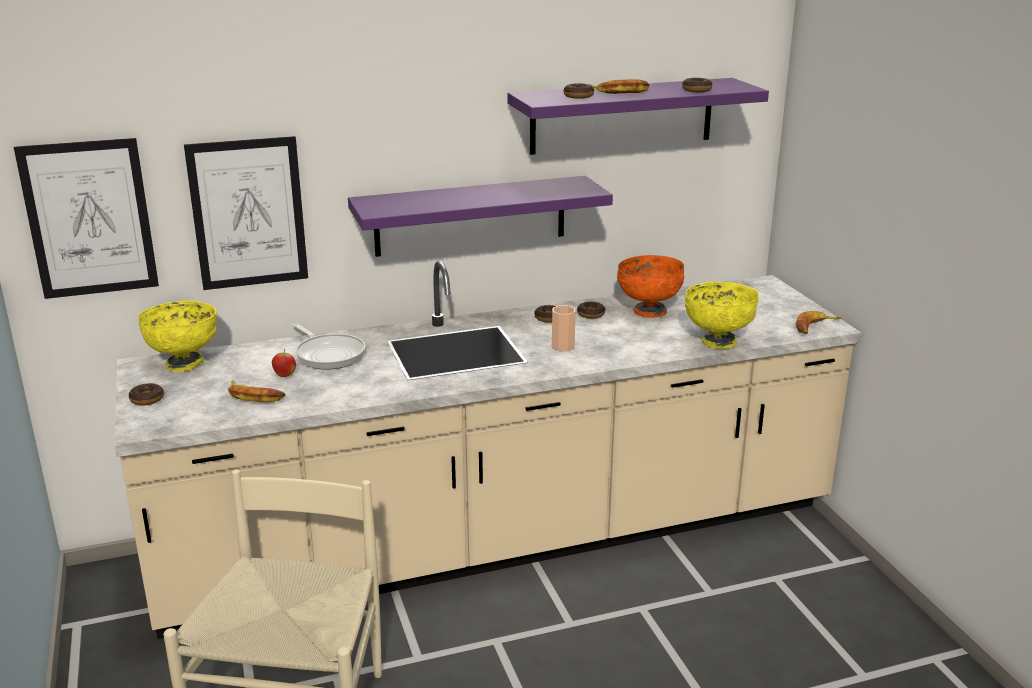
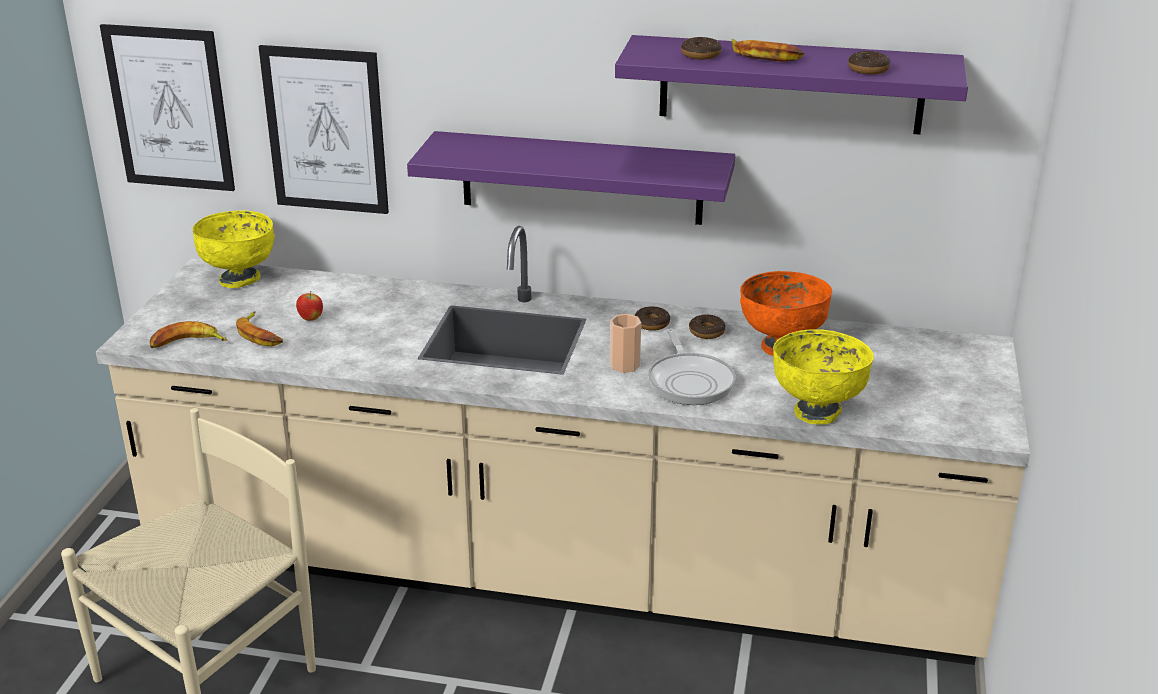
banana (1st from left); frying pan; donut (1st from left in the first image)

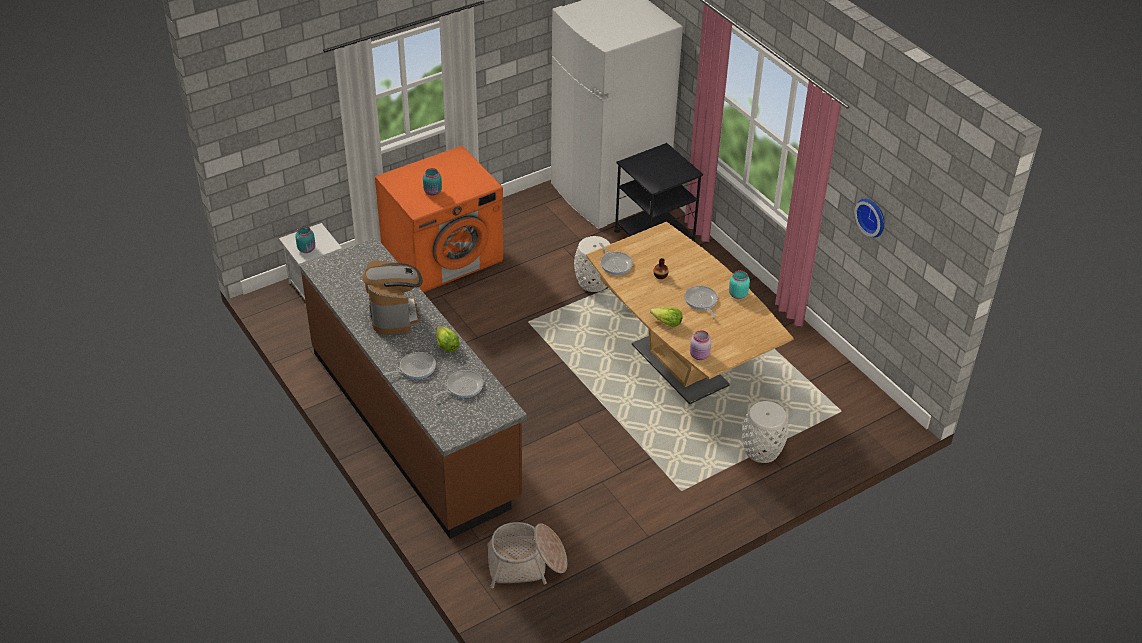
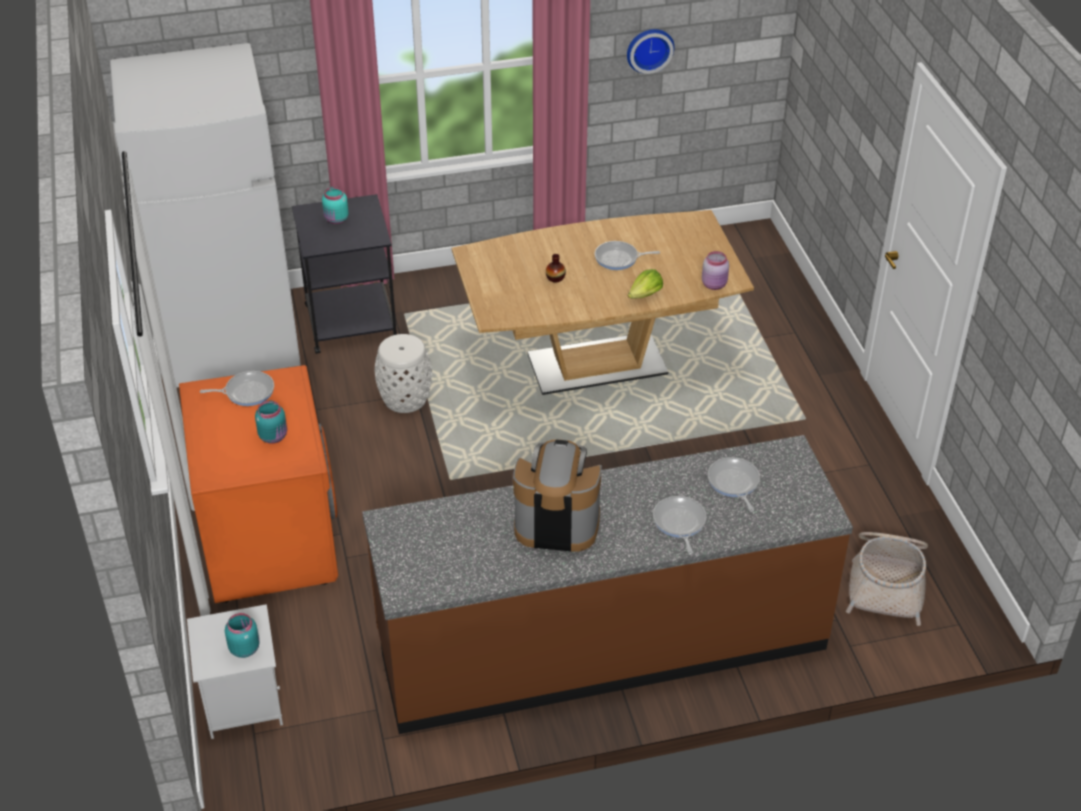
frying pan (1st from left); turquoise jar (3rd from left); lettuce (1st from left in the first image); white stool (2nd from left in the first image)

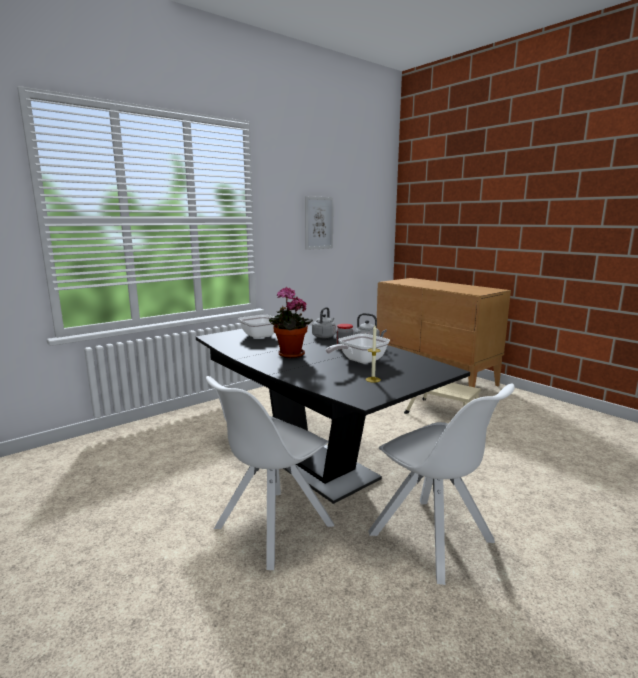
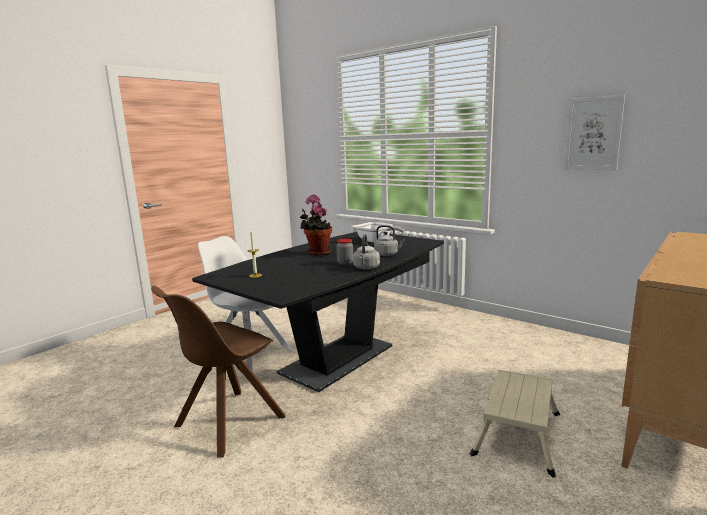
frying pan (2nd from left in the first image); brown chair

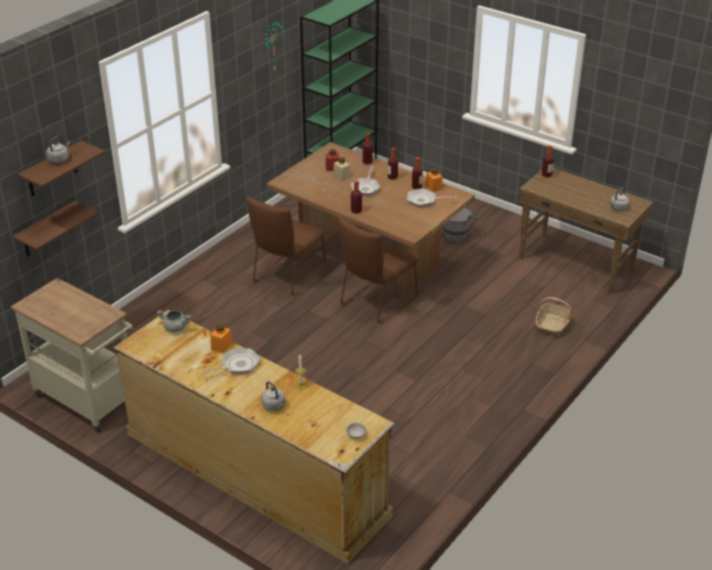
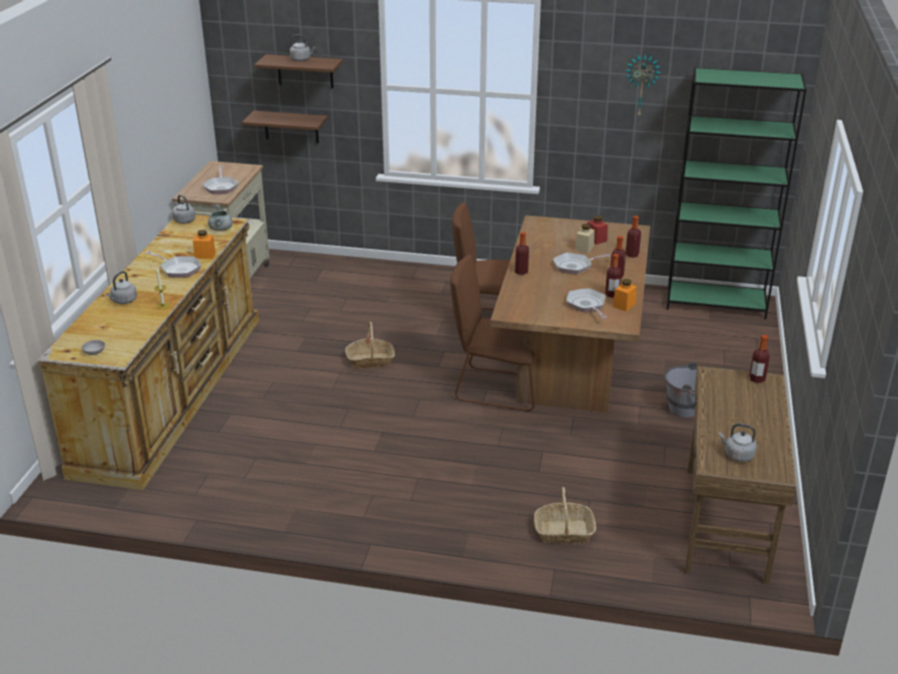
frying pan (2nd from left); grey kettle (2nd from left); basket (1st from left)

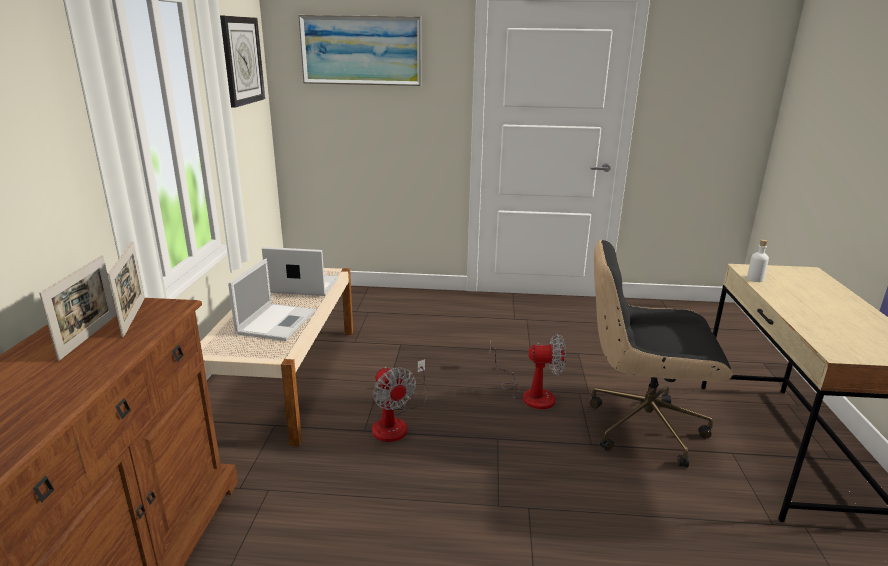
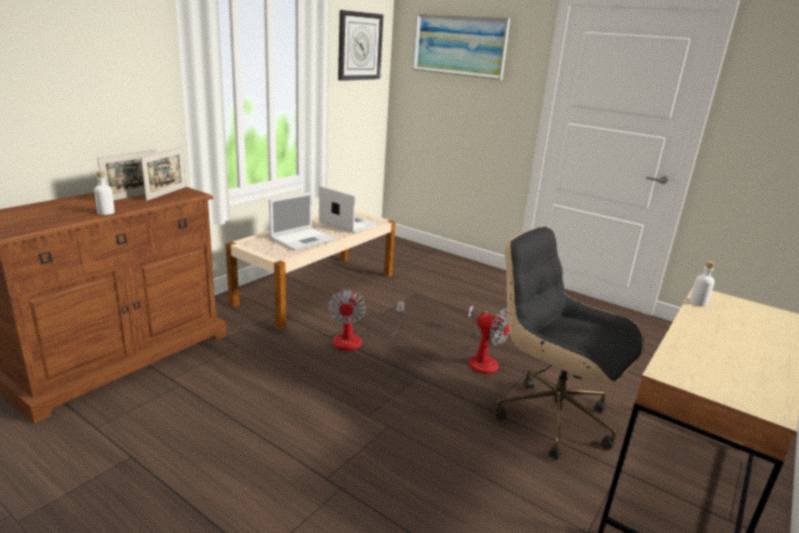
white bottle (1st from left)

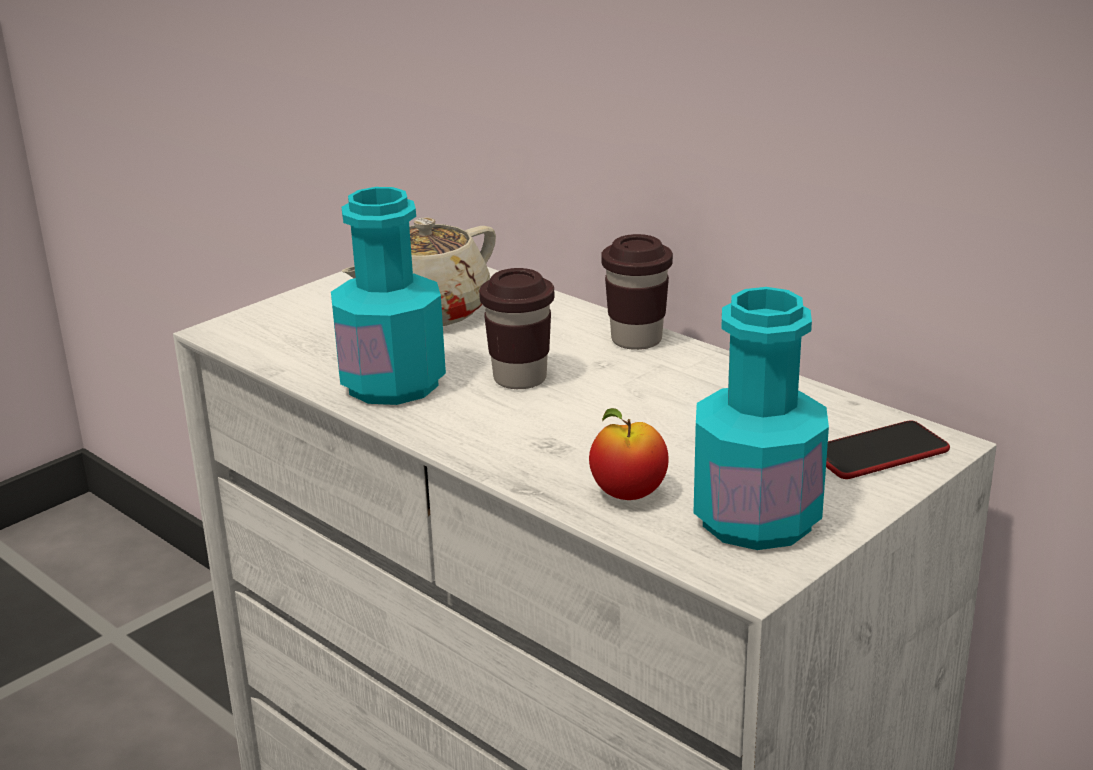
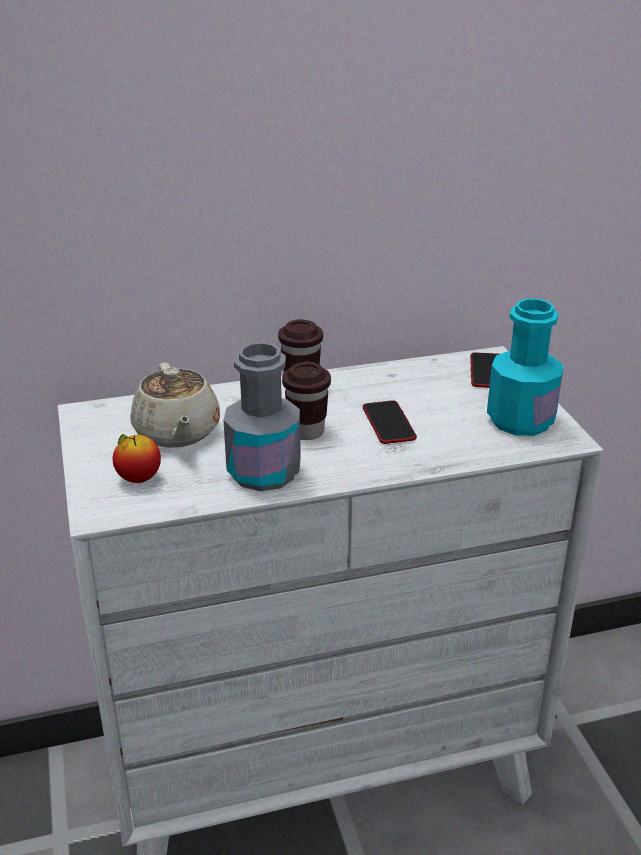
grey bottle; apple; phone (1st from left)

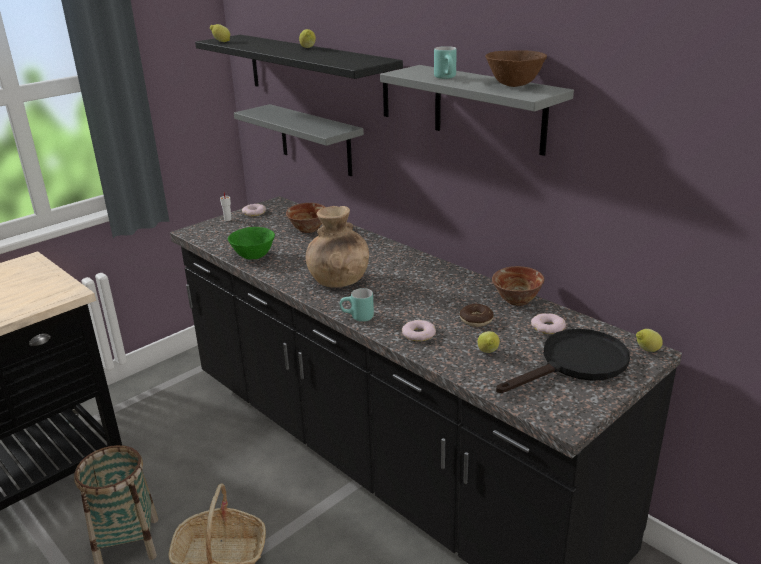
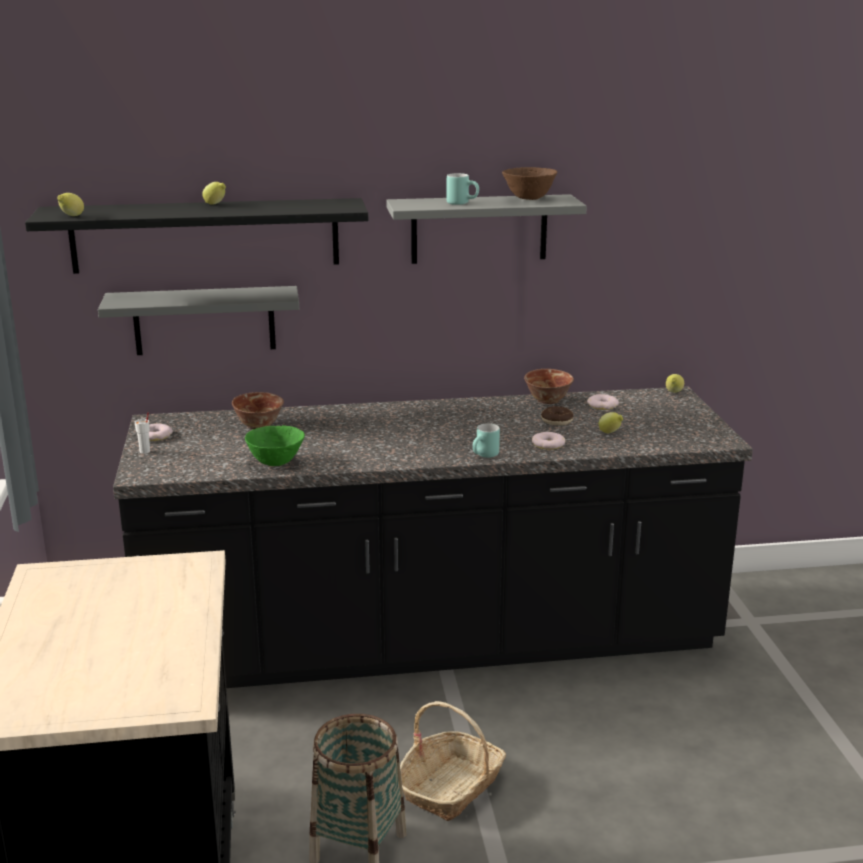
brown vase; black frying pan

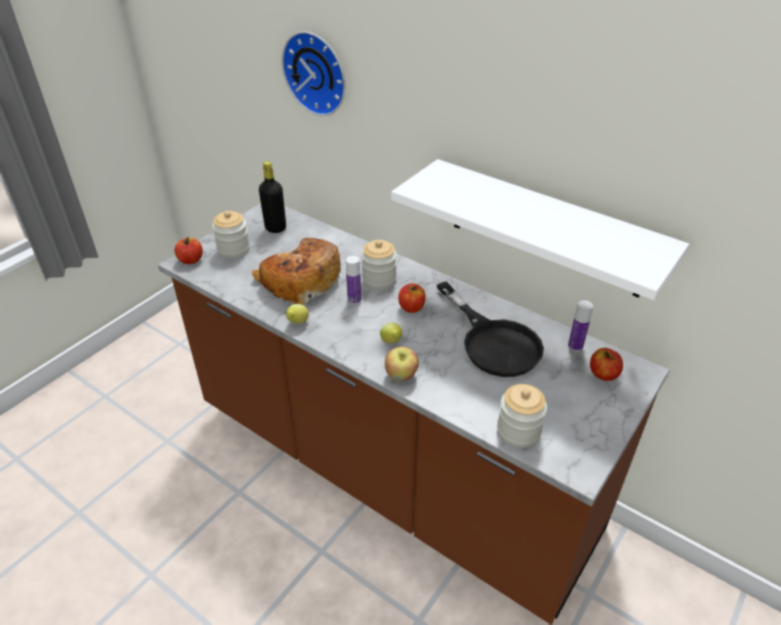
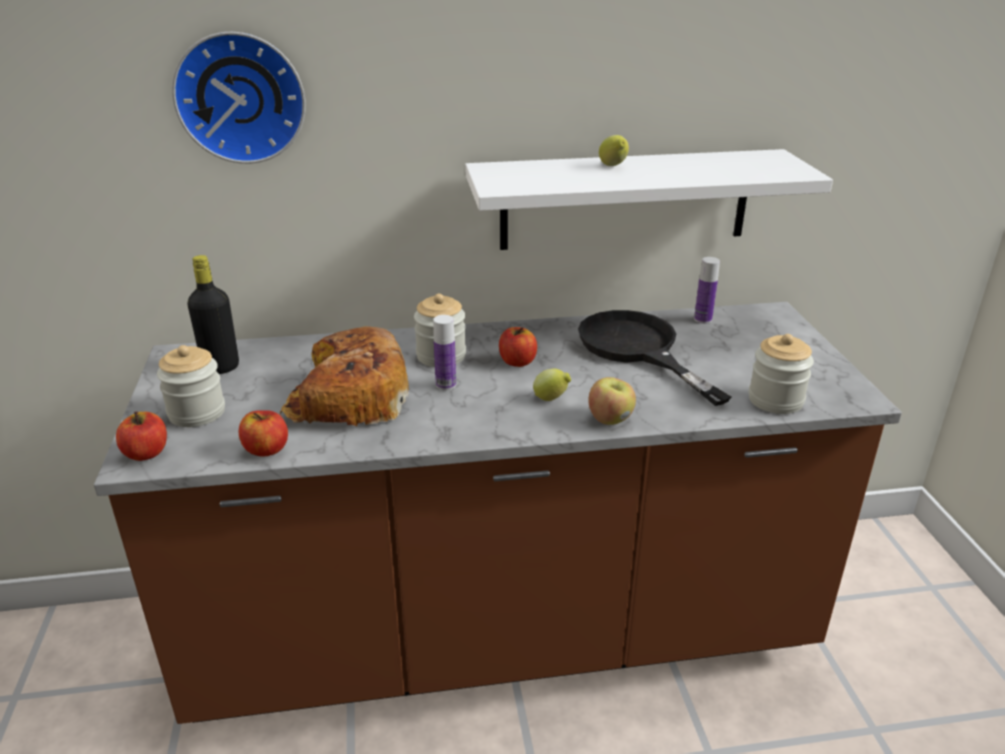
black frying pan; lemon (2nd from left); apple (2nd from left)

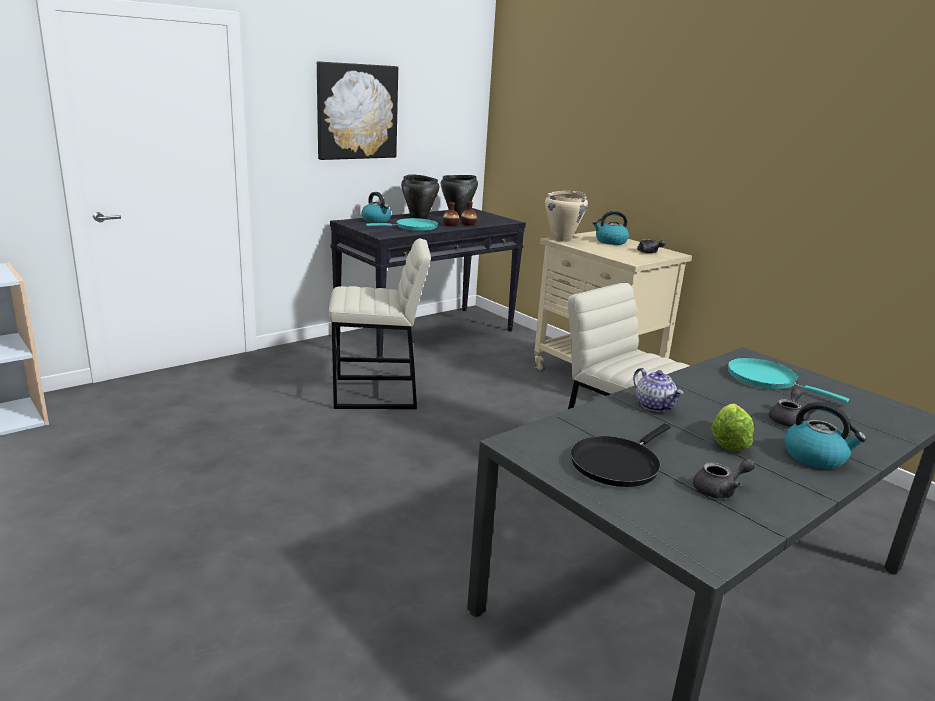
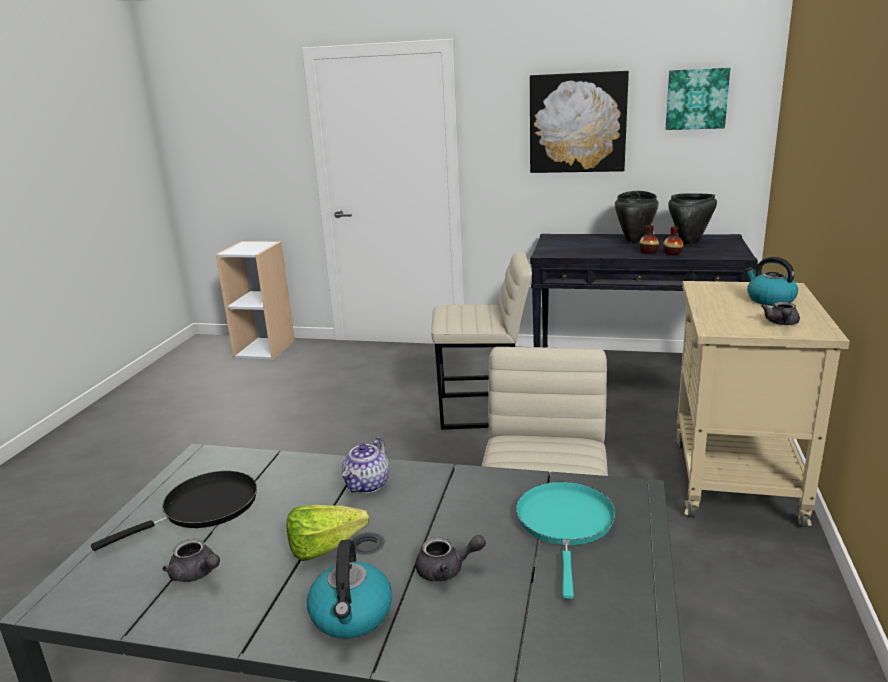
beige cooking pot; kettle (1st from left in the first image); turquoise frying pan (1st from left in the first image); beige chair (1st from left); black frying pan; picture (2nd from left)

